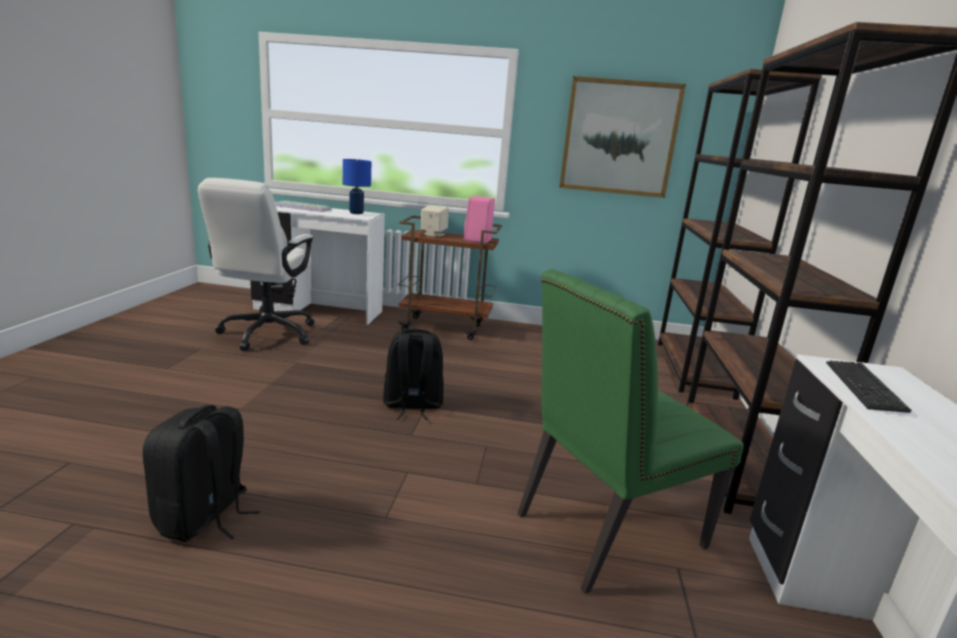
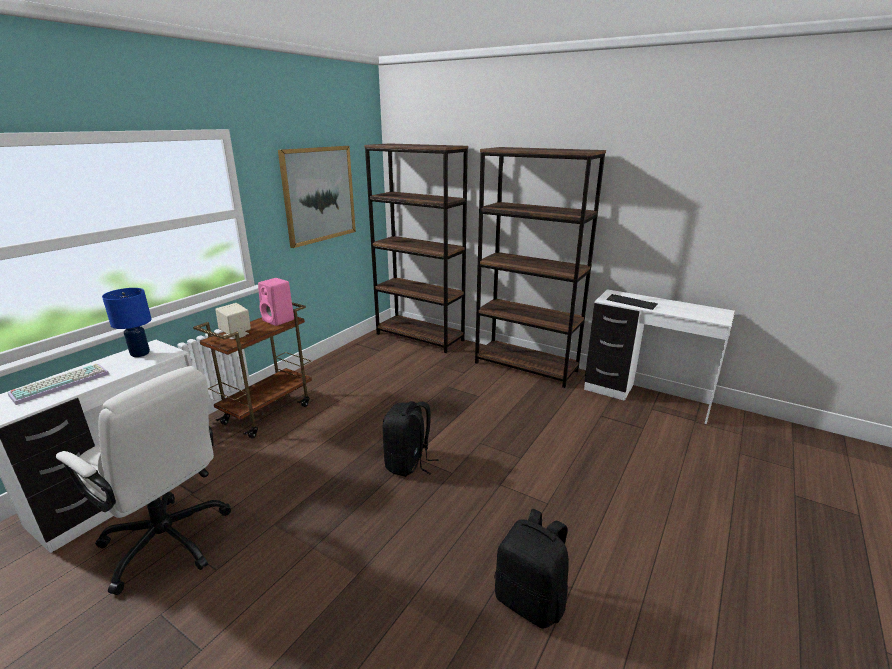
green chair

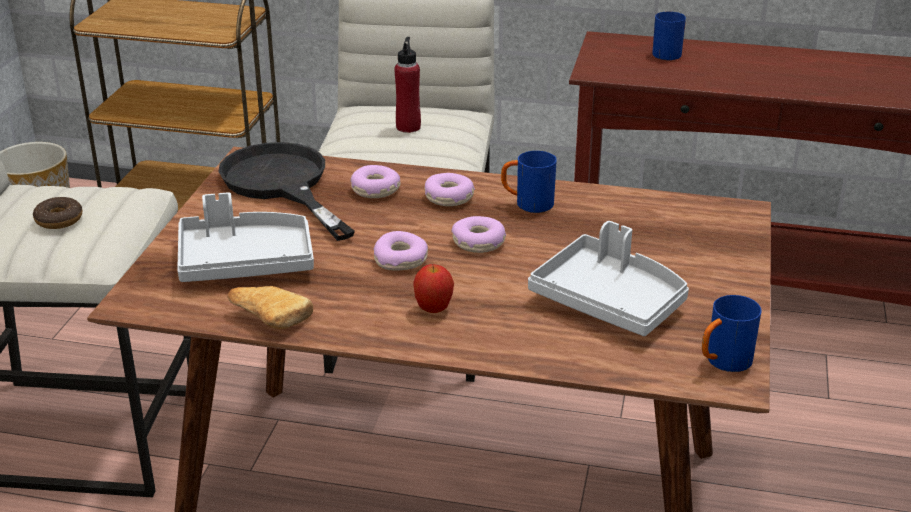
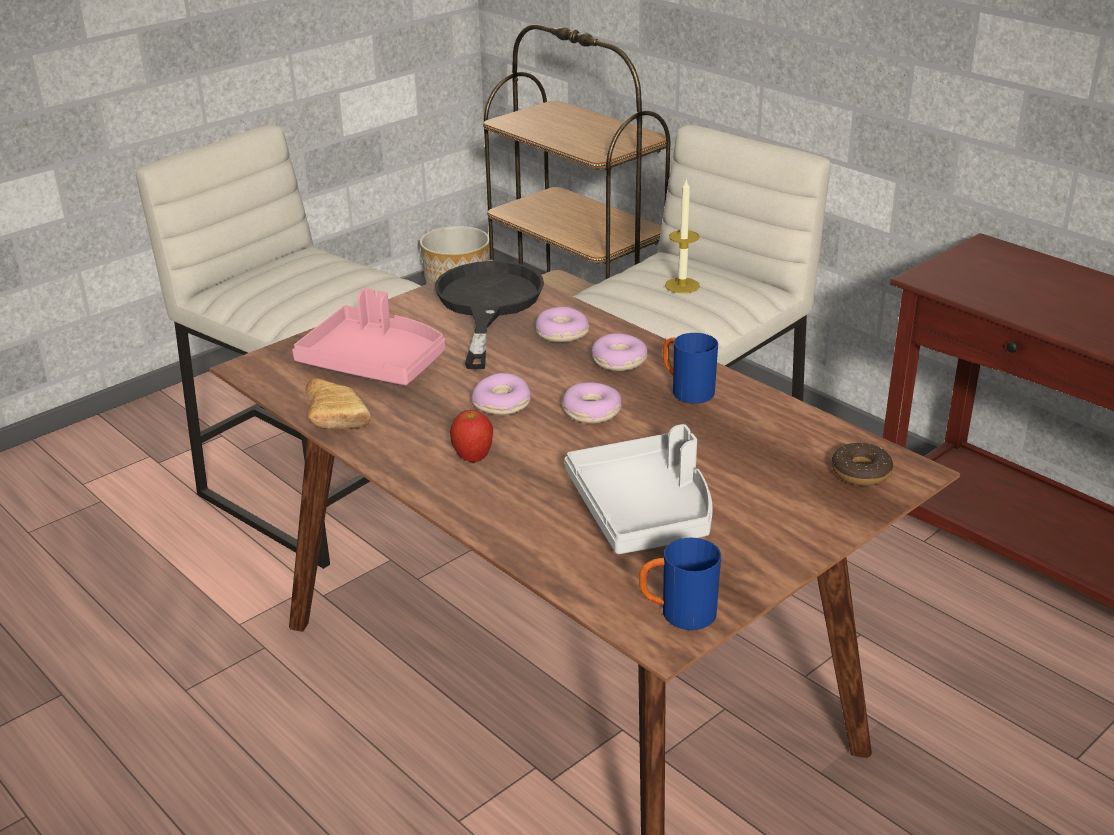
blue mug (2nd from left in the first image); candle; pink tray; donut (5th from left)

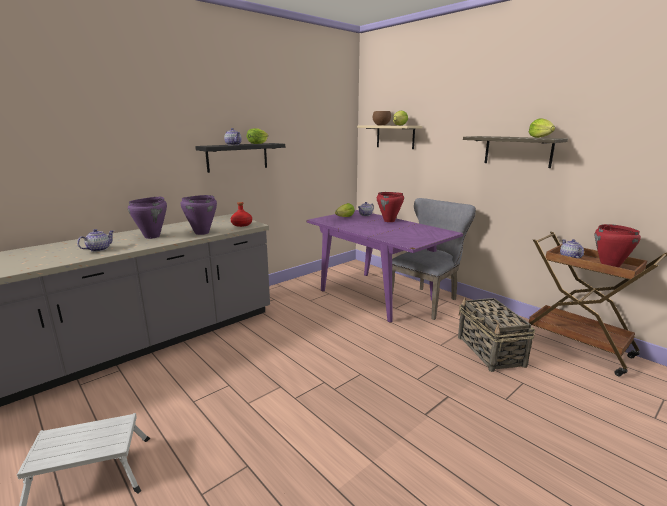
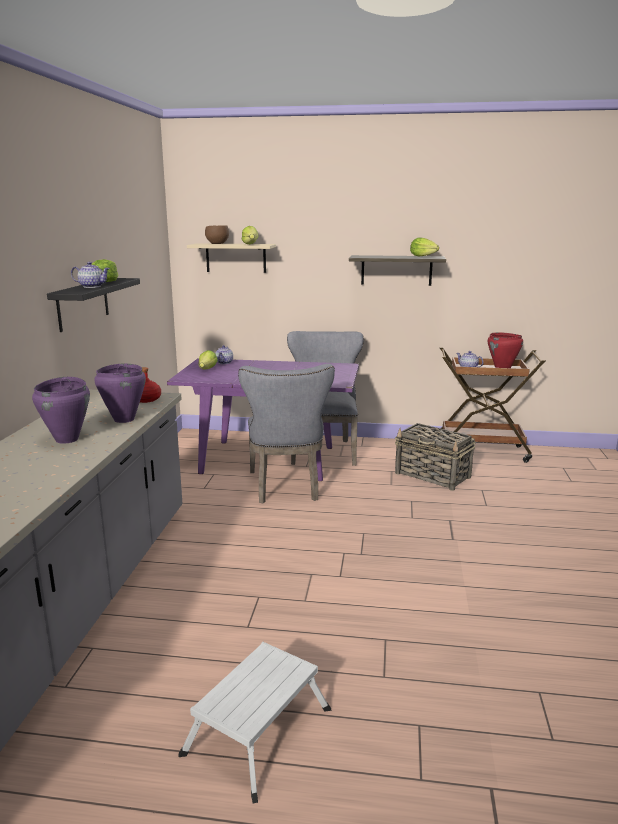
red cooking pot (1st from left in the first image); teapot (1st from left in the first image); grey chair (1st from left)

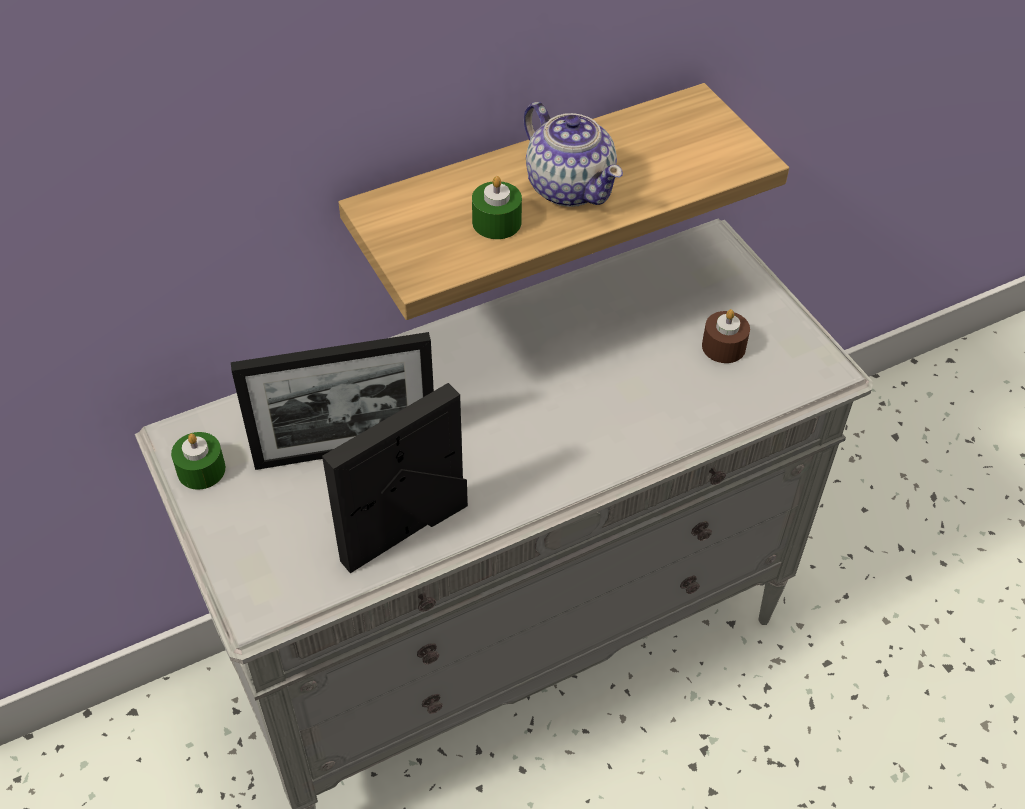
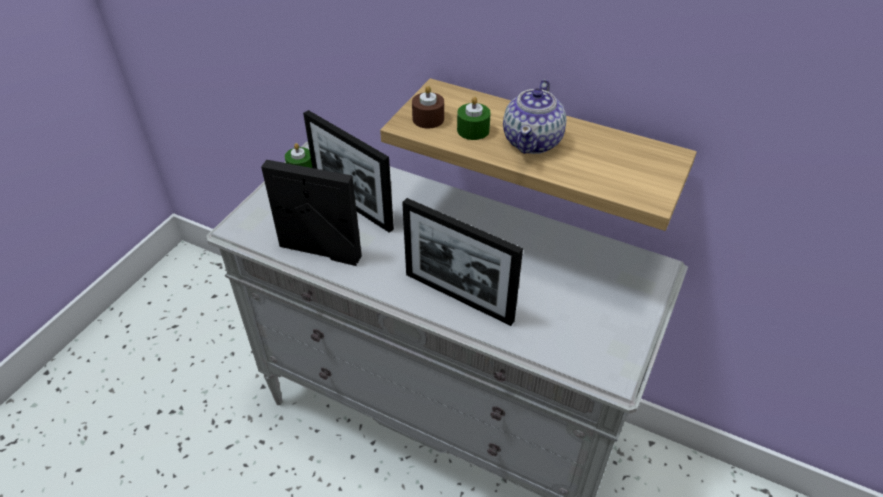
brown candle; picture frame (3rd from left)

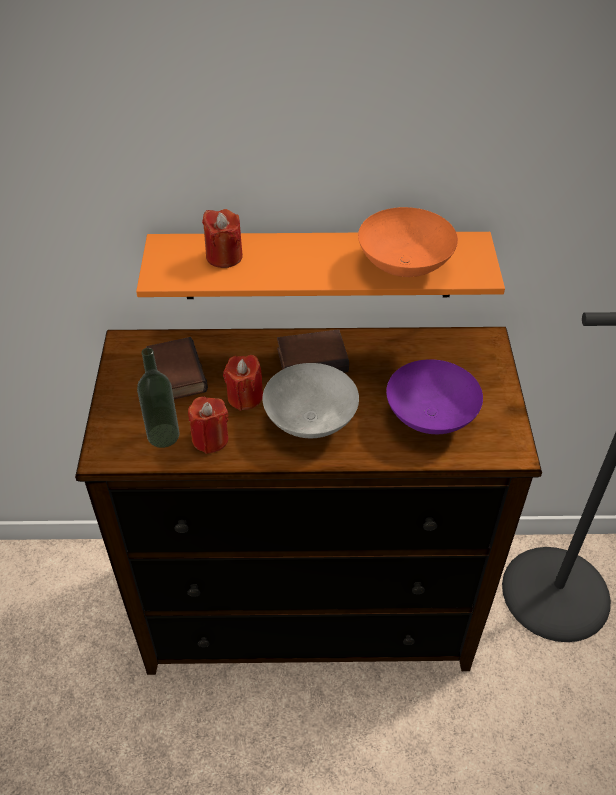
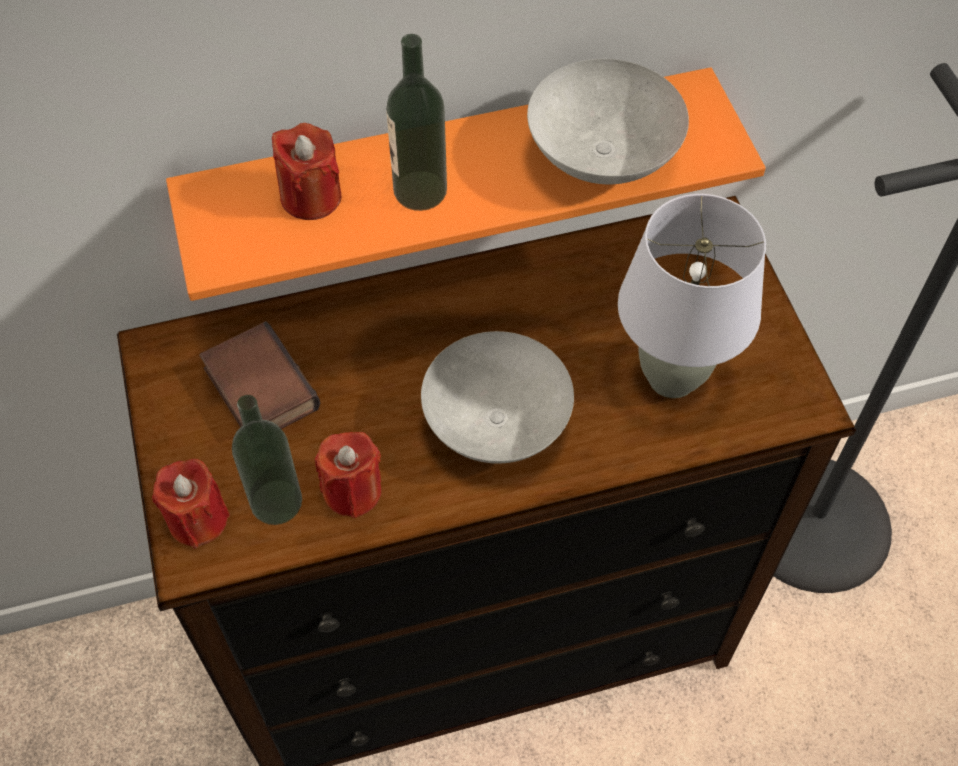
grey bowl (2nd from left); book (2nd from left in the first image); red candle (1st from left); grey table lamp; bottle (2nd from left)

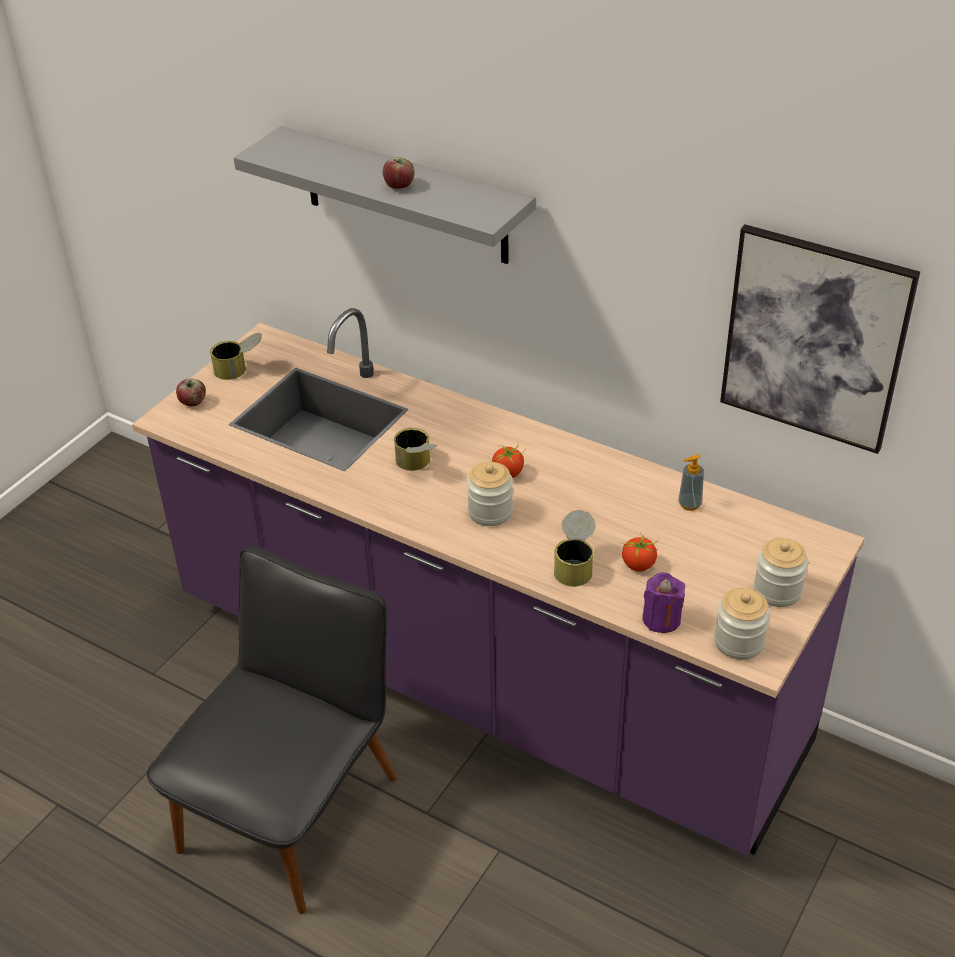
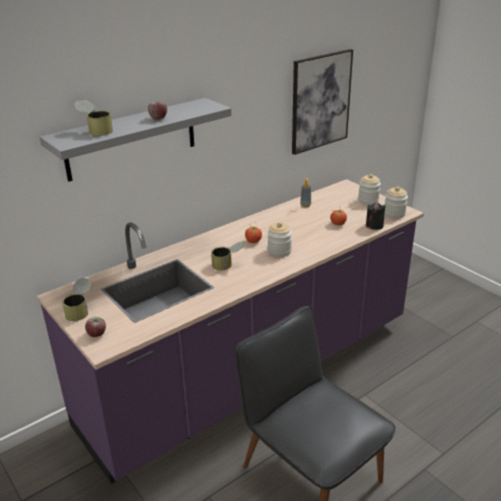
can (2nd from left); black candle

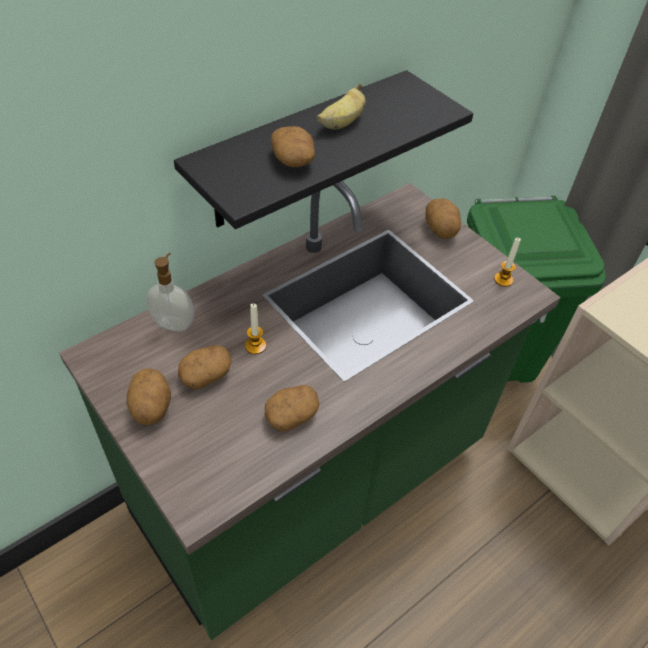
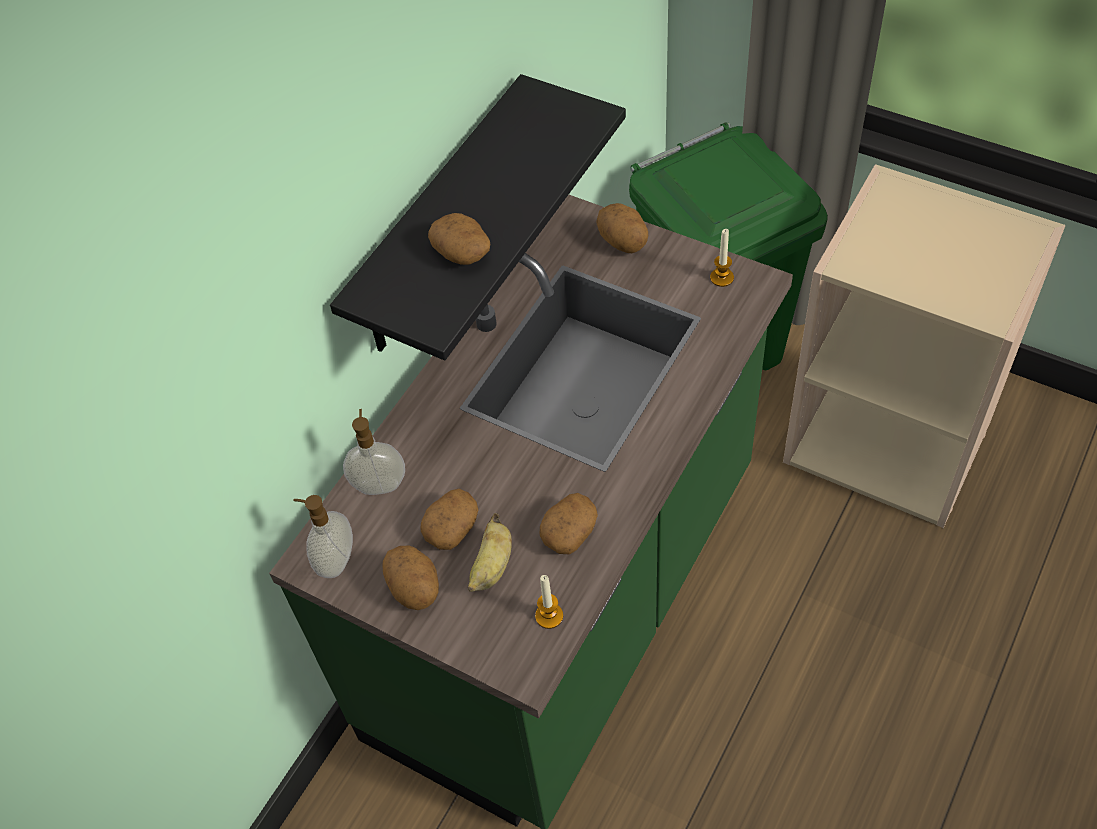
banana; candle (1st from left); soap dispenser (1st from left)

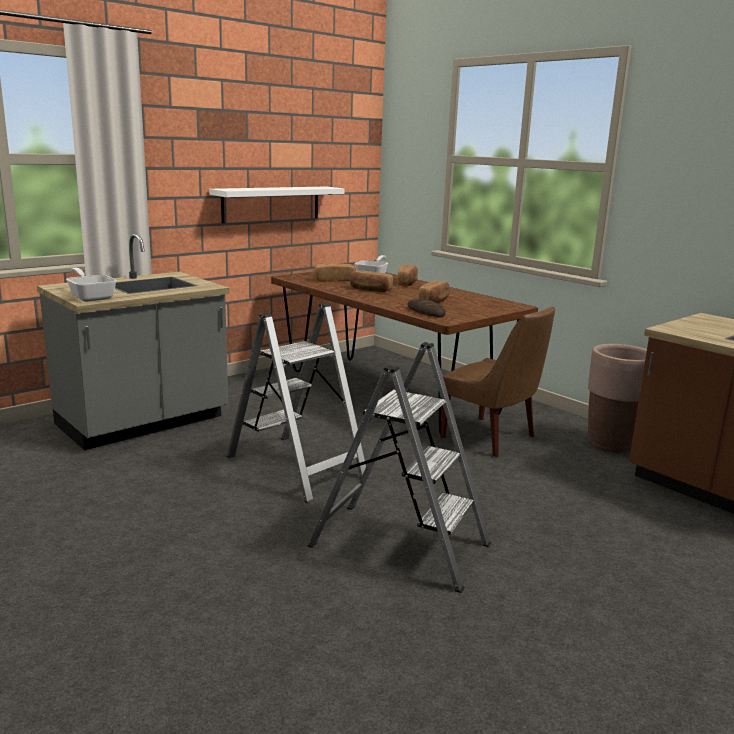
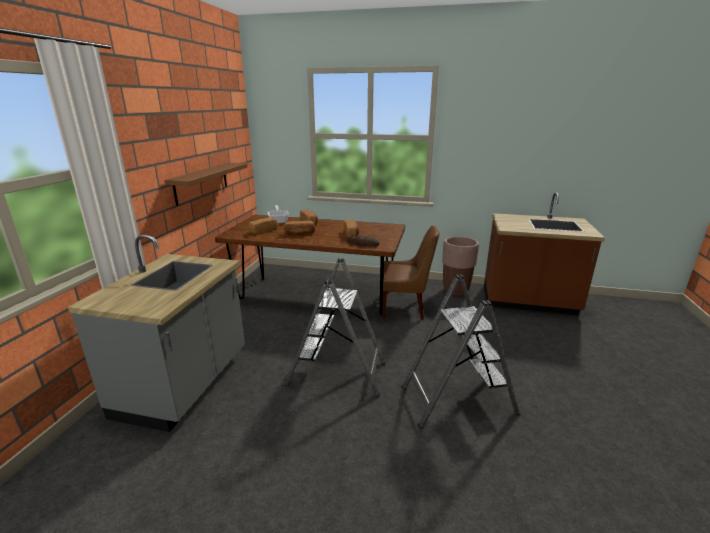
brown shelf; frying pan (1st from left in the first image)

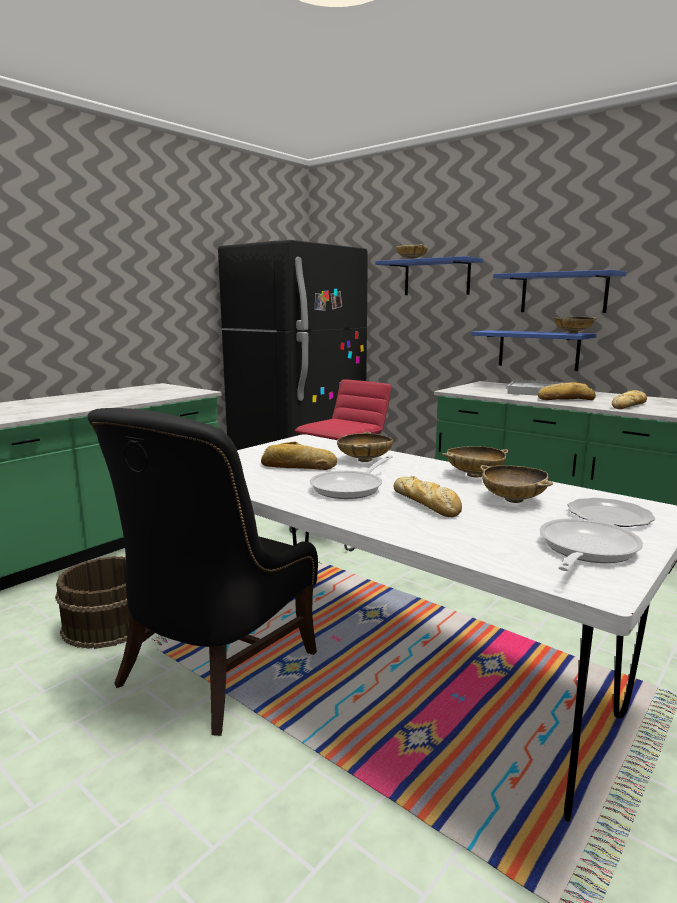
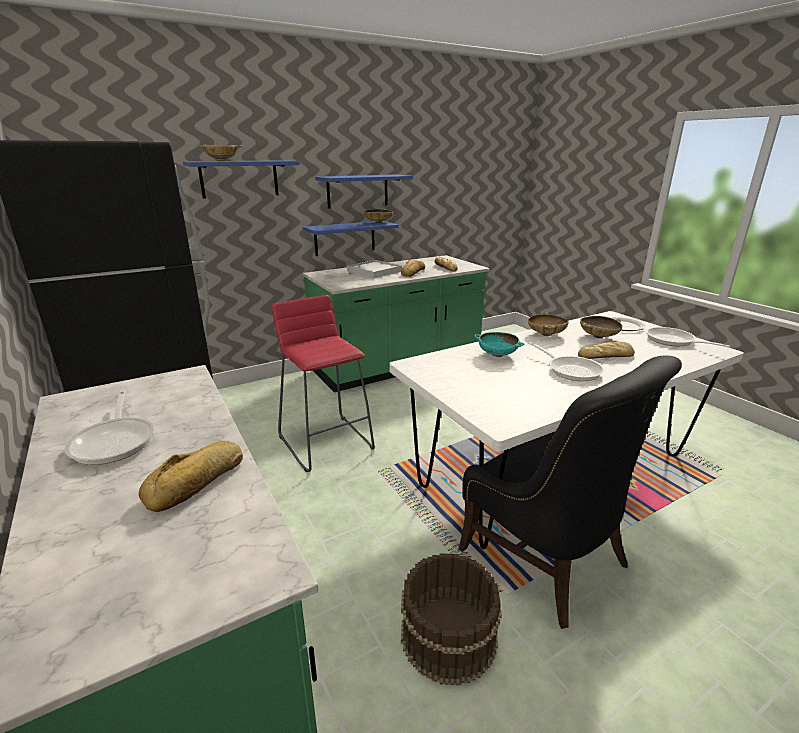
turquoise bowl; bread (1st from left); frying pan (1st from left)

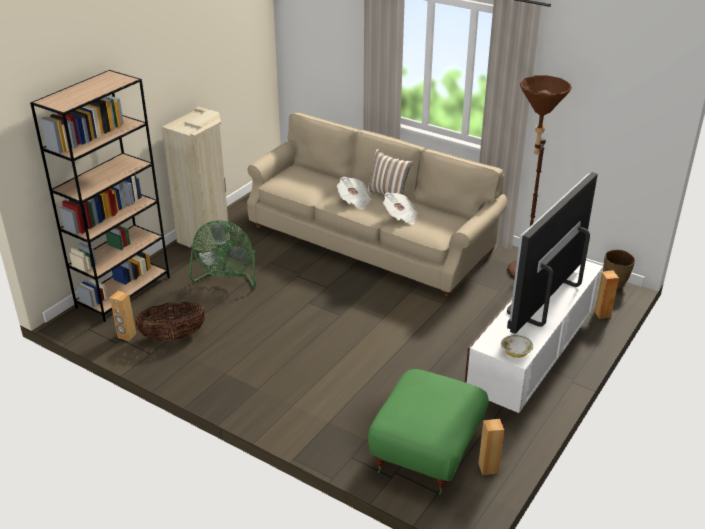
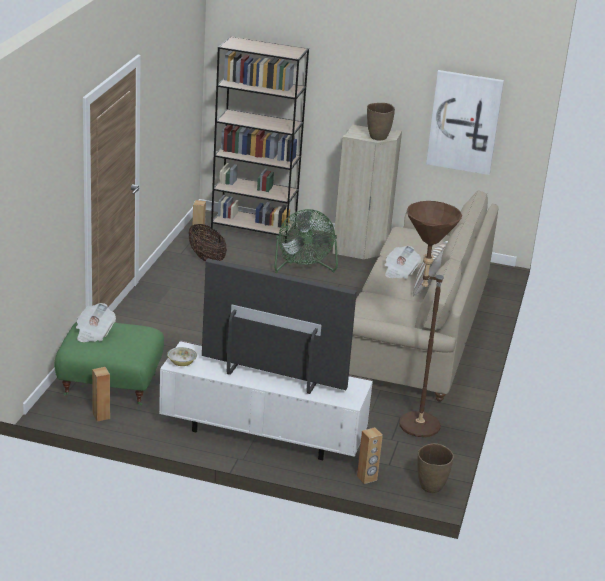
newspaper (1st from left); green fan; picture; brown vase (1st from left)

